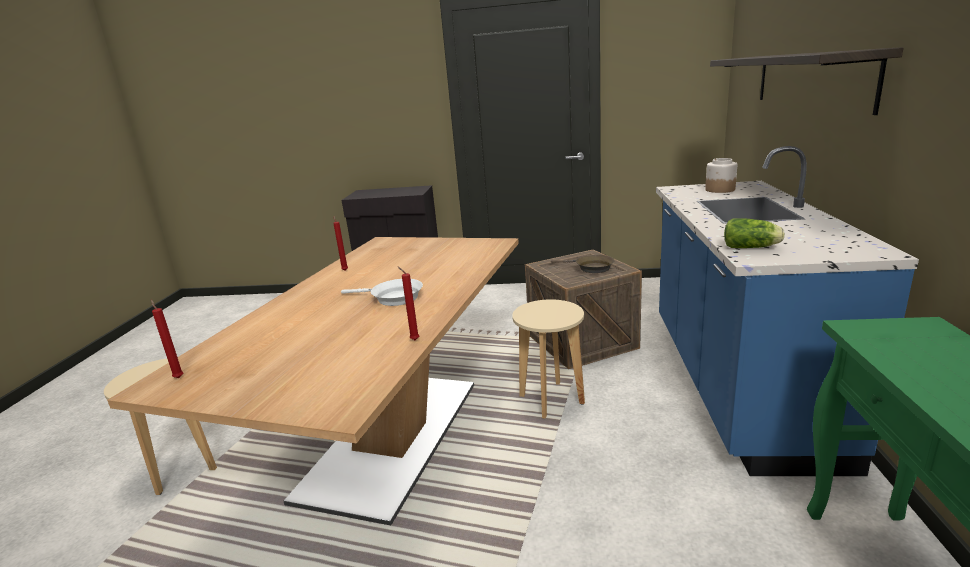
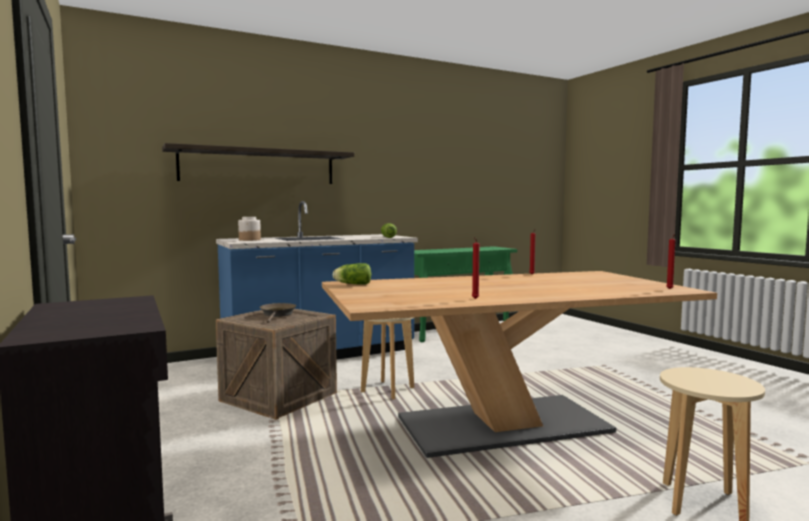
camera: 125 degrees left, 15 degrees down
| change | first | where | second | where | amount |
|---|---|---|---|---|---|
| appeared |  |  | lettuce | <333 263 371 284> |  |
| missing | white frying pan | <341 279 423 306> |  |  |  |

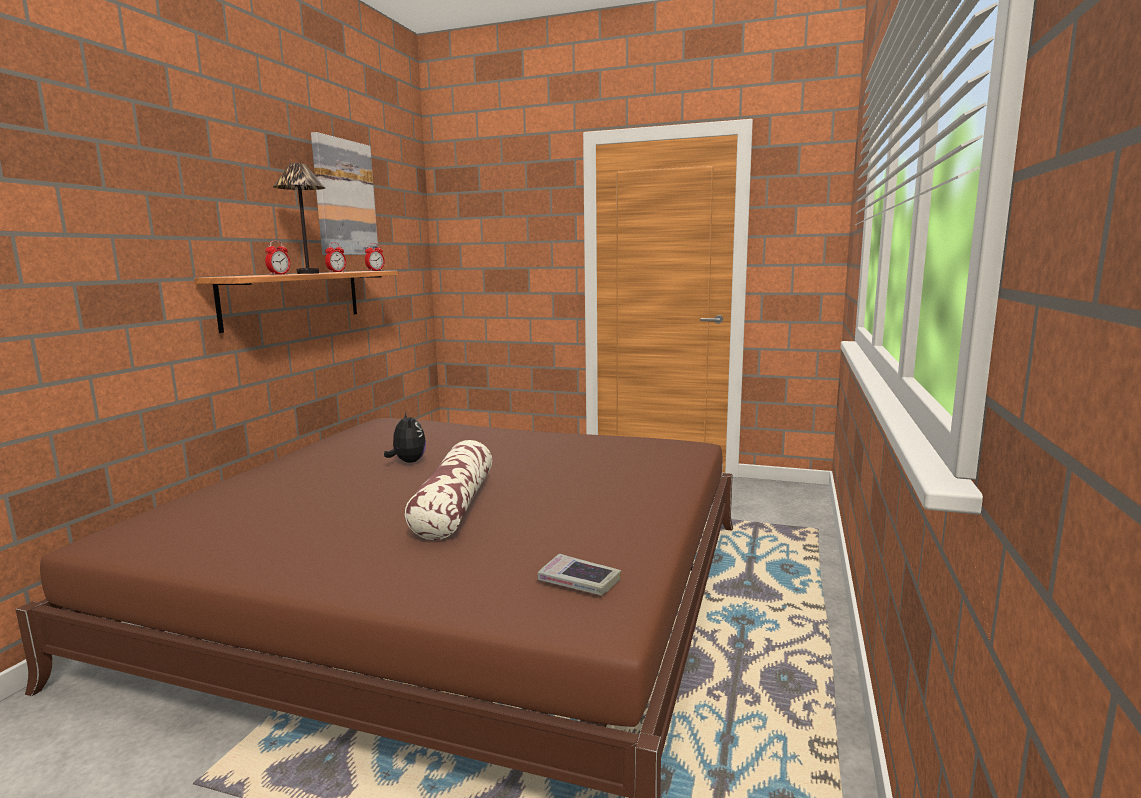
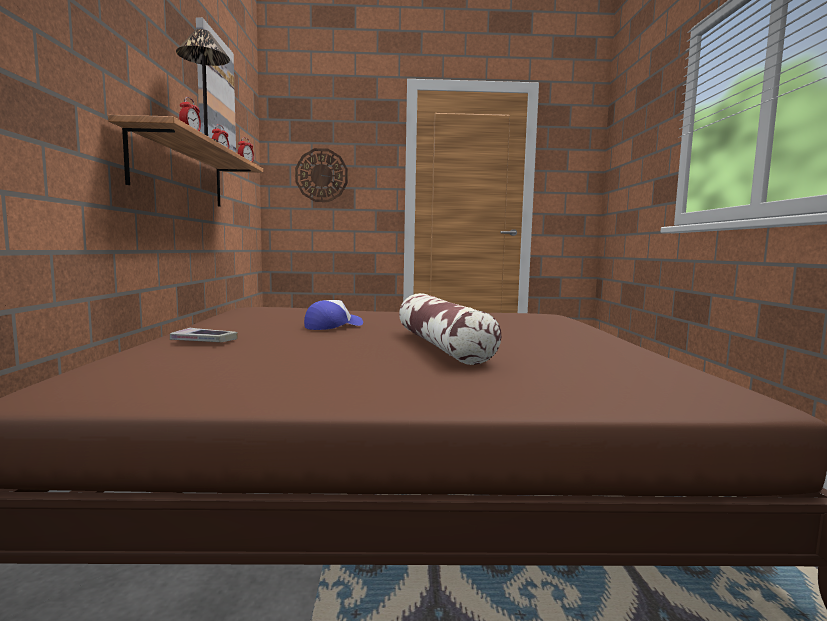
camera: 20 degrees left, 5 degrees down
| change | first | where | second | where | amount |
|---|---|---|---|---|---|
| relocated | book | <538 554 621 596> |  | <170 328 238 342> |  |
| appeared |  |  | wall clock | <295 148 348 202> |  |
| exchanged | plush toy | <384 412 426 463> | cap | <304 300 363 330> |  |

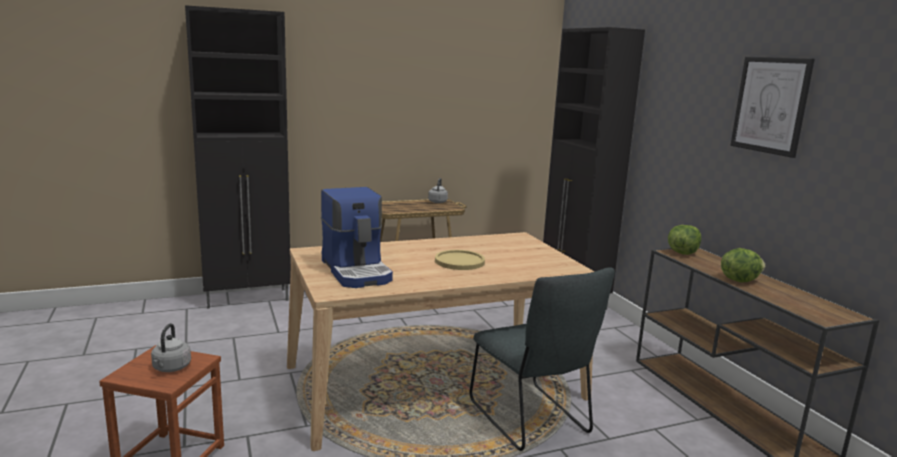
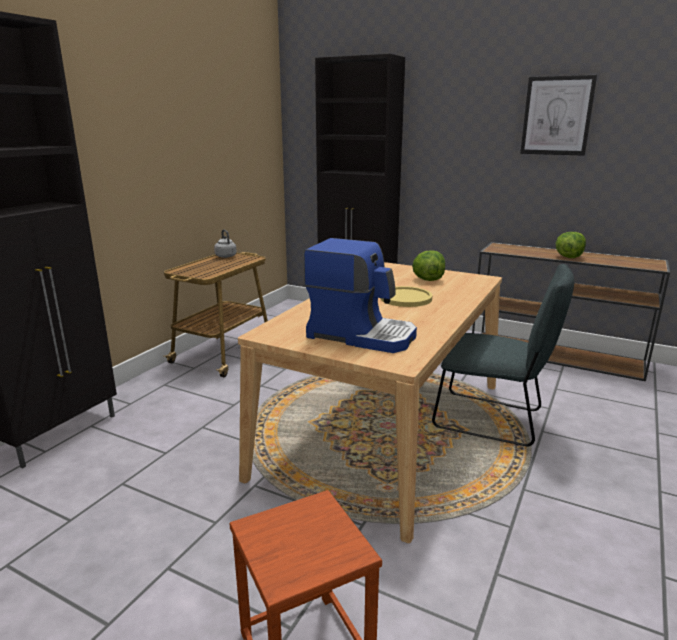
camera: 40 degrees left, 5 degrees up
| change | first | where | second | where | amount |
|---|---|---|---|---|---|
| relocated | lettuce | <668 225 701 255> |  | <412 250 445 281> |  |
| missing | grey kettle | <151 323 191 372> |  |  |  |

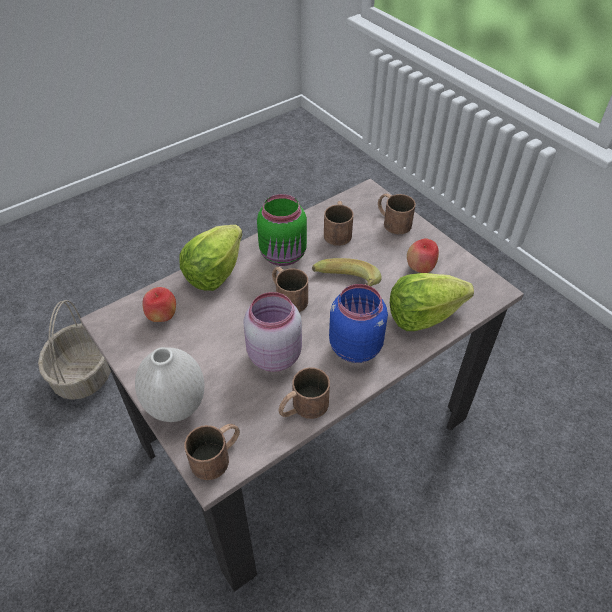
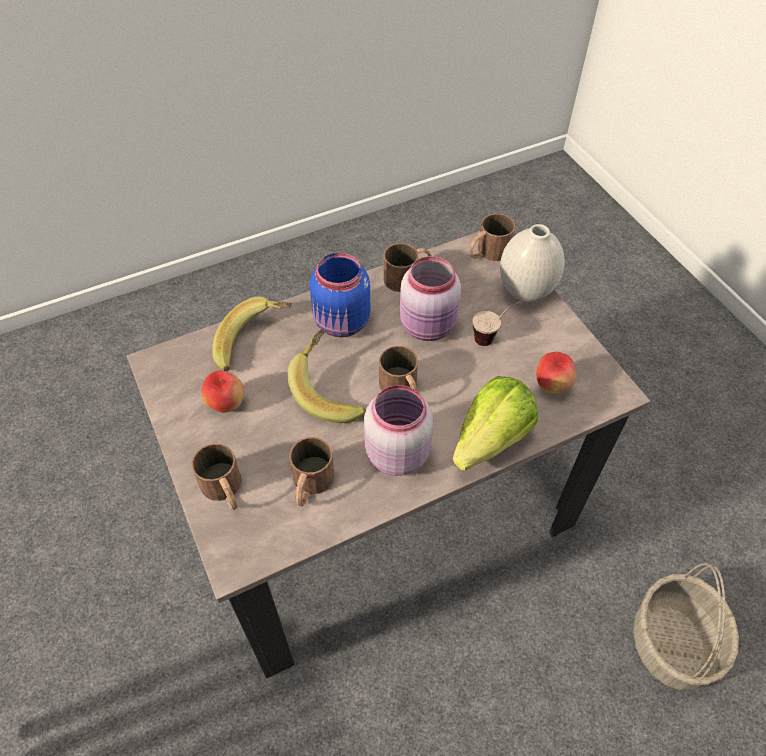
camera: 170 degrees left, 5 degrees up
| change | first | where | second | where | amount |
|---|---|---|---|---|---|
| exchanged | lettuce | <390 273 474 331> | banana | <212 297 292 371> |  |
| colour | green jar | <257 194 307 266> | pink jar | <364 385 433 476> |  |
| appeared |  |  | cup | <473 300 525 346> |  |

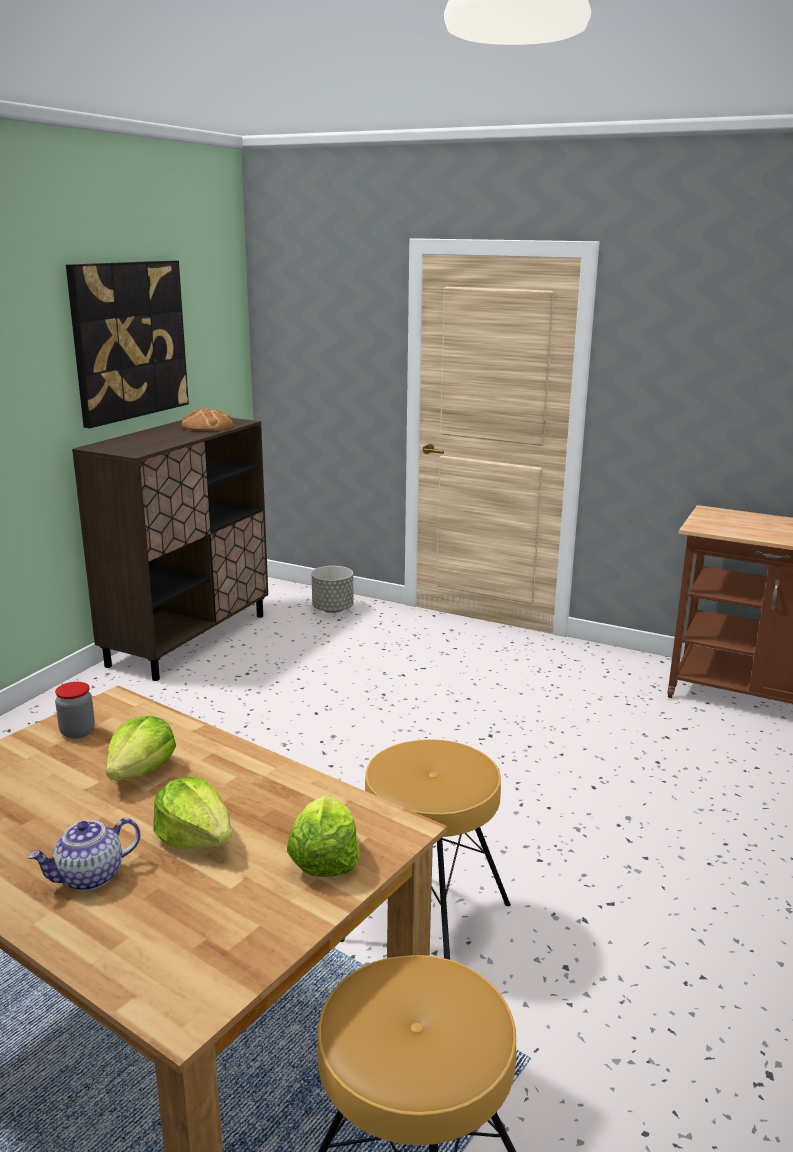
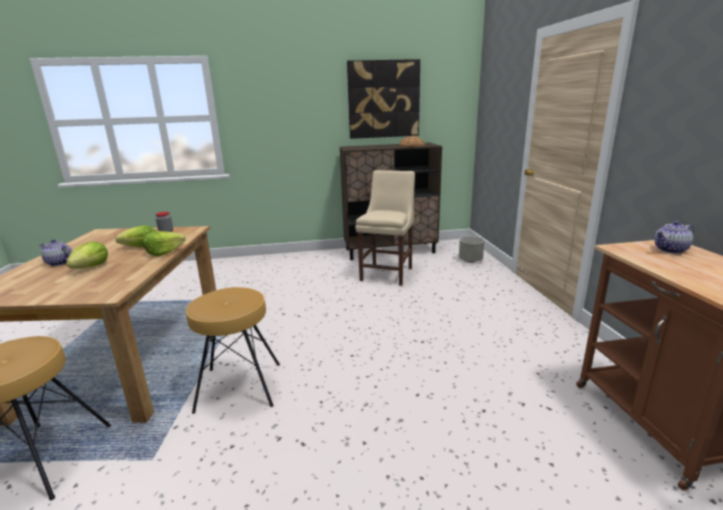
camera: 55 degrees right, 0 degrees up
| change | first | where | second | where | amount |
|---|---|---|---|---|---|
| relocated | lettuce | <287 795 359 877> |  | <143 231 185 256> |  |
| appeared |  |  | beige chair | <355 170 415 286> |  |
| appeared |  |  | teapot | <654 221 694 254> |  |

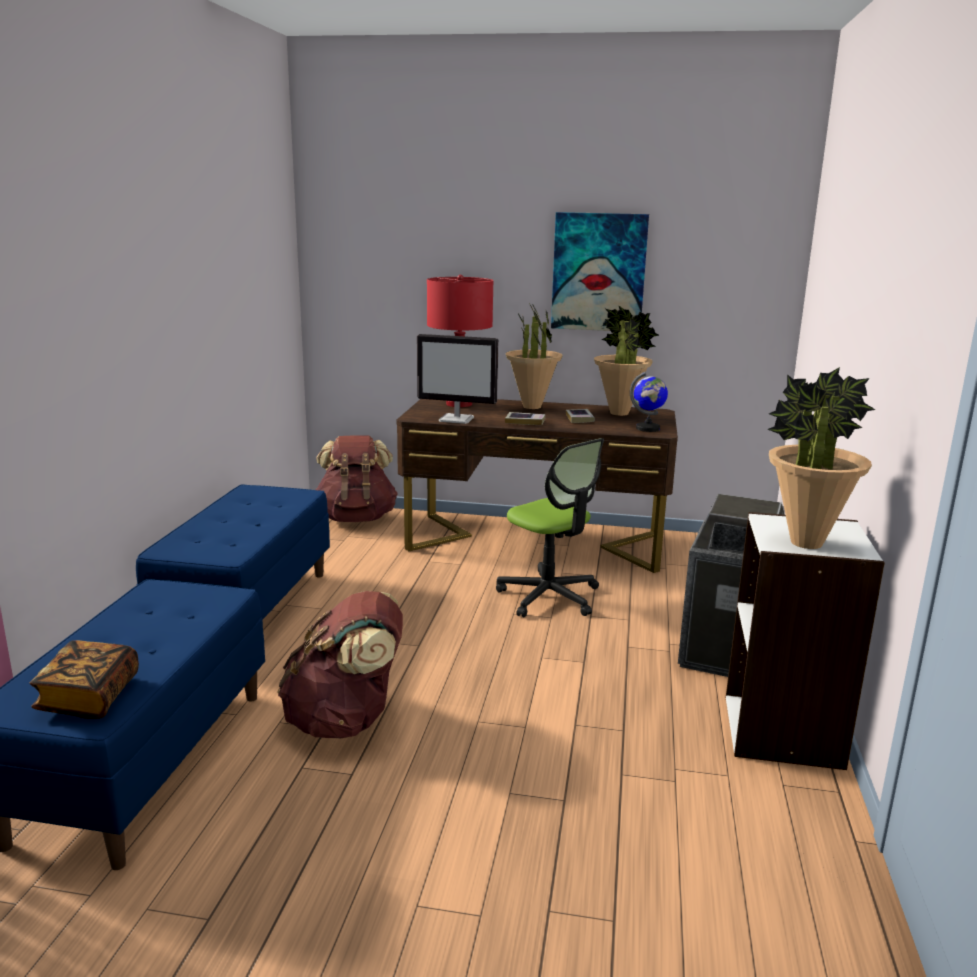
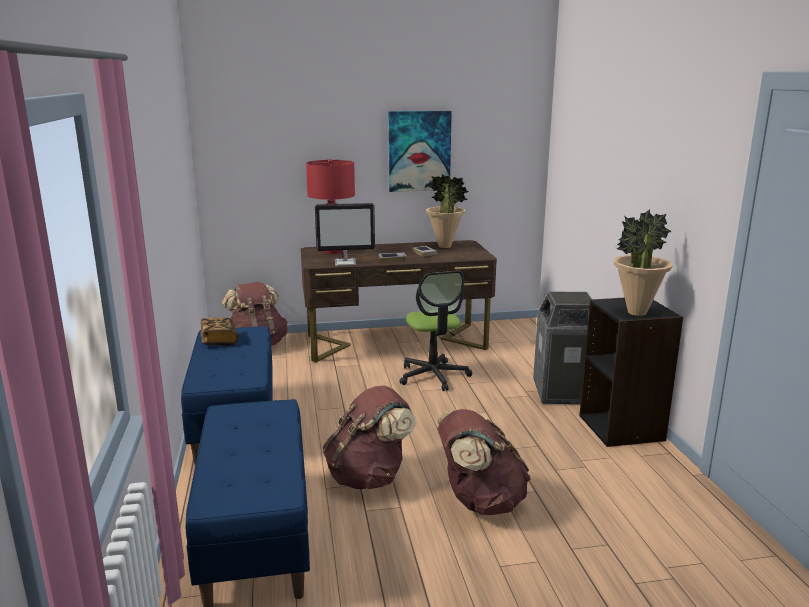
camera: 20 degrees left, 0 degrees up
| change | first | where | second | where | amount |
|---|---|---|---|---|---|
| relocated | book | <30 640 139 719> |  | <201 318 238 346> |  |
| spun | office chair | <496 438 604 617> |  | <399 271 472 391> | 45 degrees clockwise |
| appeared |  |  | brown backpack | <437 409 531 515> |  |
| colour | white bookcase | <726 512 885 770> | black bookcase | <579 298 683 447> |  |
| missing | potted plant | <506 303 563 409> |  |  |  |
| missing | globe | <630 372 668 432> |  |  |  |

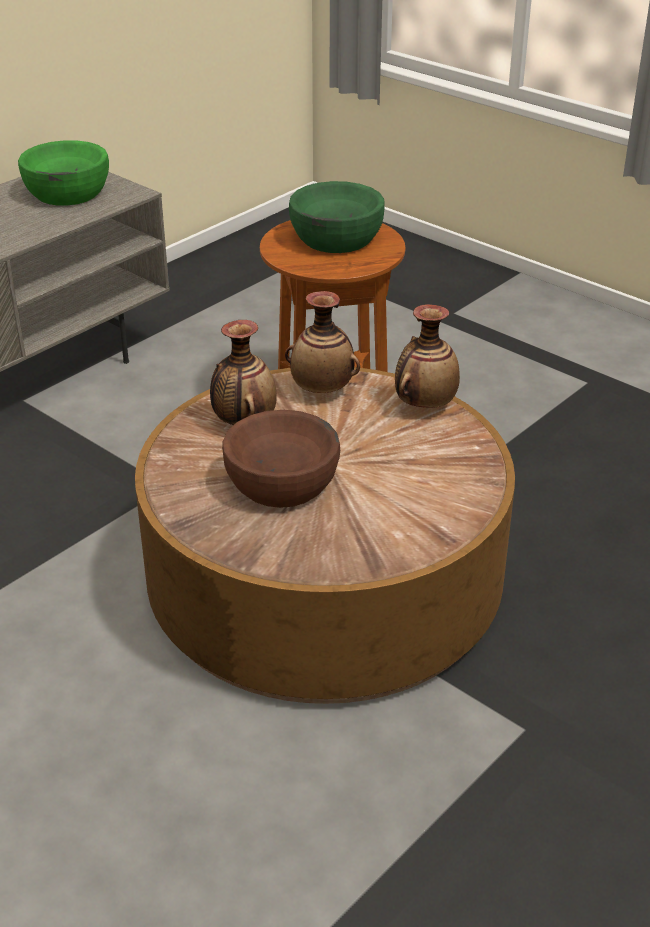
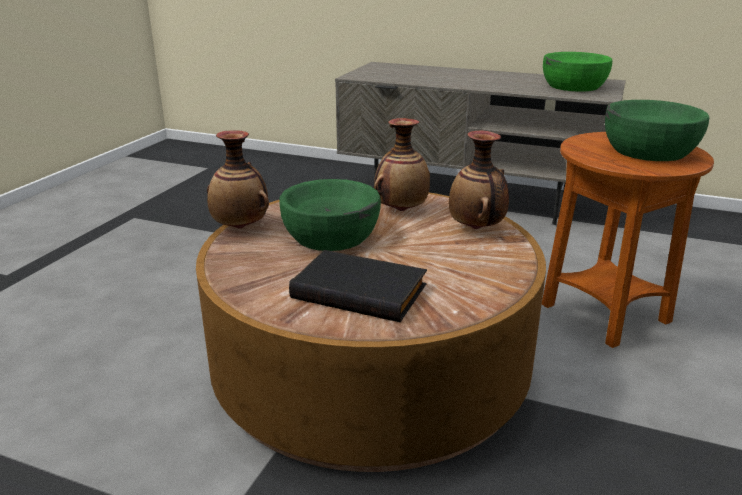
camera: 70 degrees right, 10 degrees down
| change | first | where | second | where | amount |
|---|---|---|---|---|---|
| relocated | vase | <395 304 460 408> |  | <207 131 269 229> |  |
| colour | brown bowl | <222 410 340 508> | green bowl | <280 179 381 251> |  |
| appeared |  |  | black book | <289 250 427 322> |  |

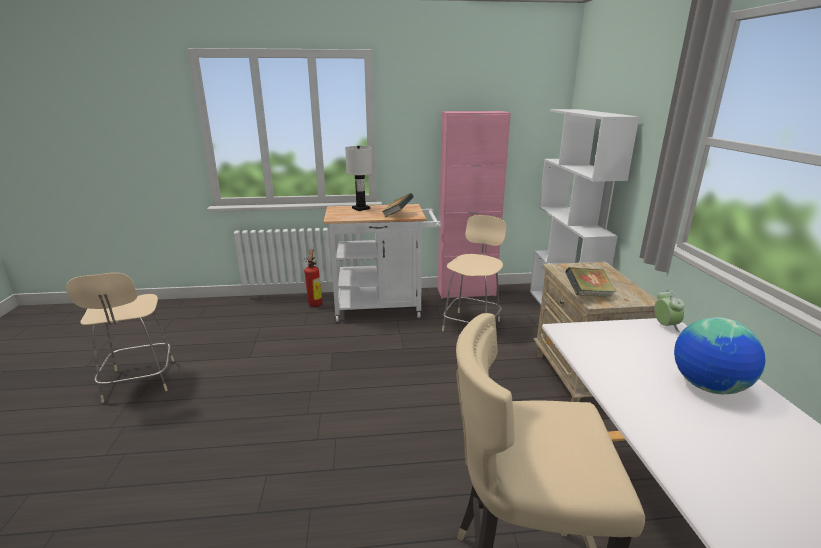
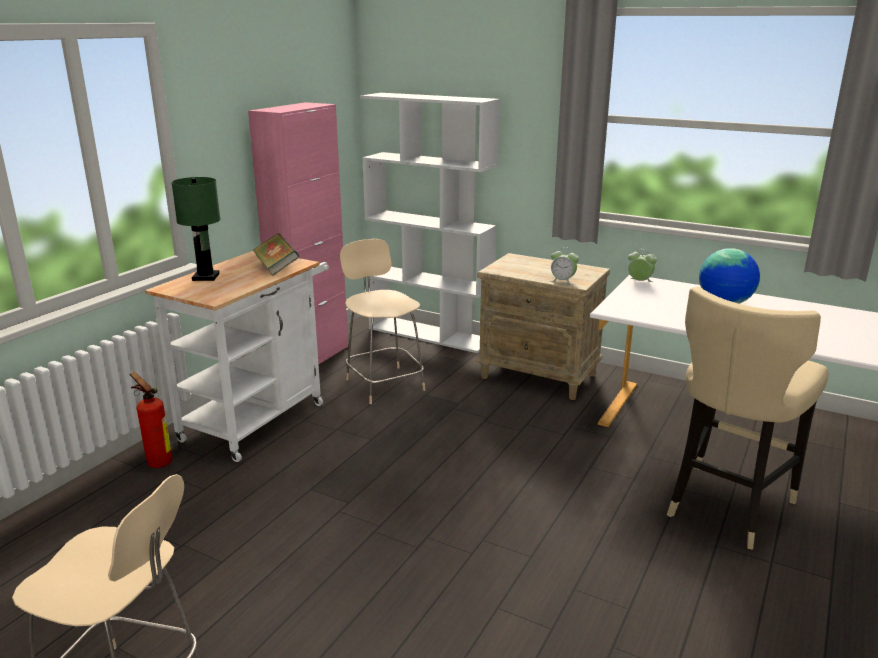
camera: 55 degrees left, 0 degrees up
| change | first | where | second | where | amount |
|---|---|---|---|---|---|
| colour | white table lamp | <345 146 373 211> | green table lamp | <171 177 221 281> |  |
| exchanged | book | <565 267 616 297> | alarm clock | <550 247 579 285> |  |

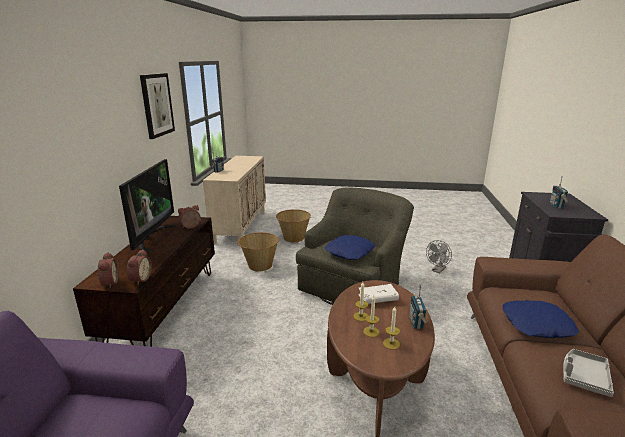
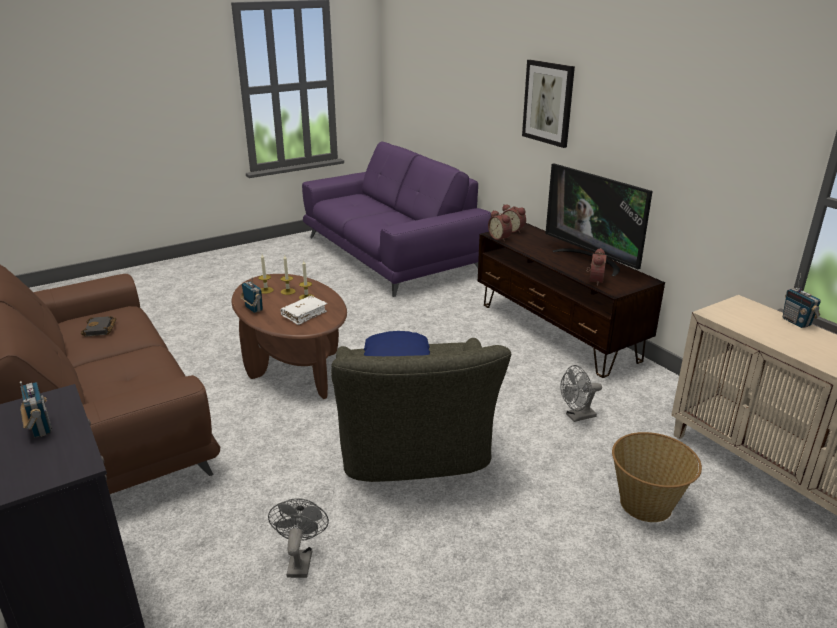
camera: 140 degrees right, 5 degrees up
| change | first | where | second | where | amount |
|---|---|---|---|---|---|
| exchanged | grey tray | <563 349 614 397> | black book | <81 316 116 337> |  |
| relocated | picture | <140 73 175 139> |  | <522 60 575 148> |  |
| exchanged | basket | <238 232 279 272> | grey fan | <560 365 602 422> |  |
| missing | blue pillow | <503 300 579 338> |  |  |  |

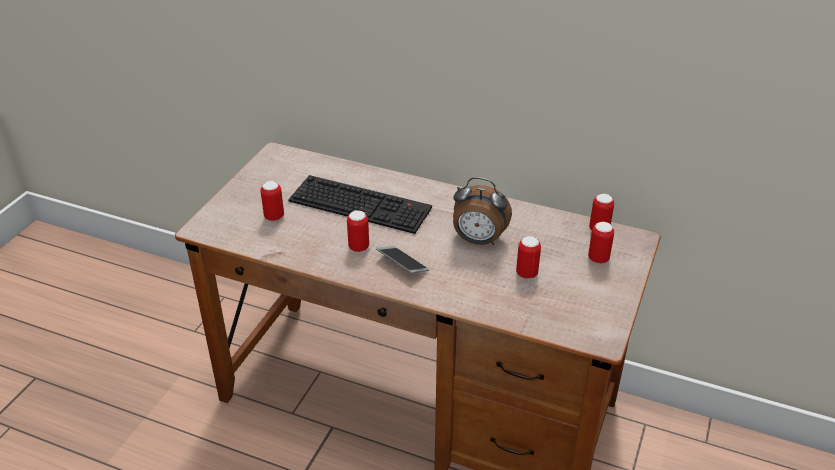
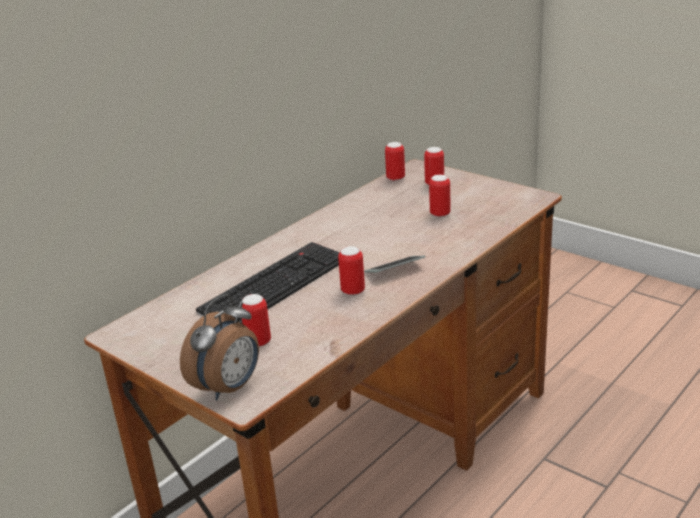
camera: 70 degrees left, 10 degrees down
| change | first | where | second | where | amount |
|---|---|---|---|---|---|
| relocated | alarm clock | <453 177 512 245> |  | <180 294 259 400> |  |

